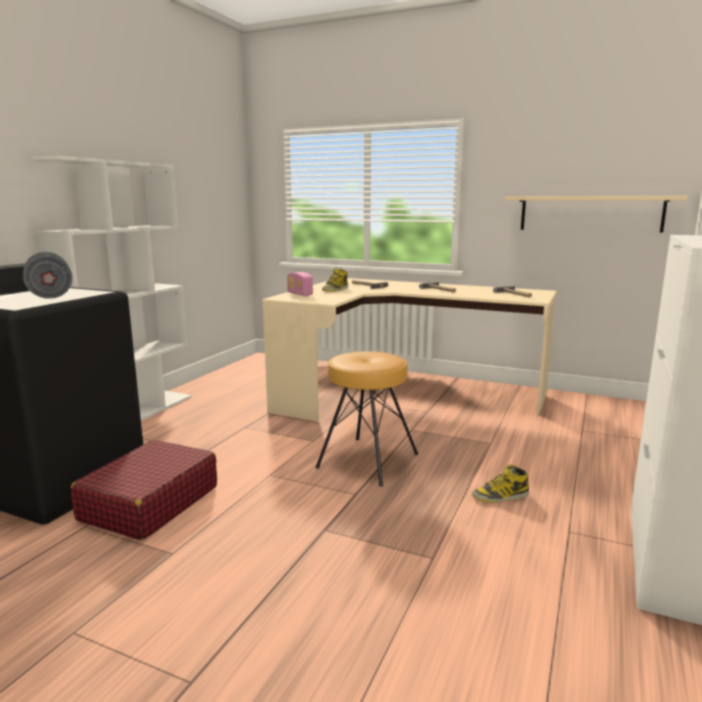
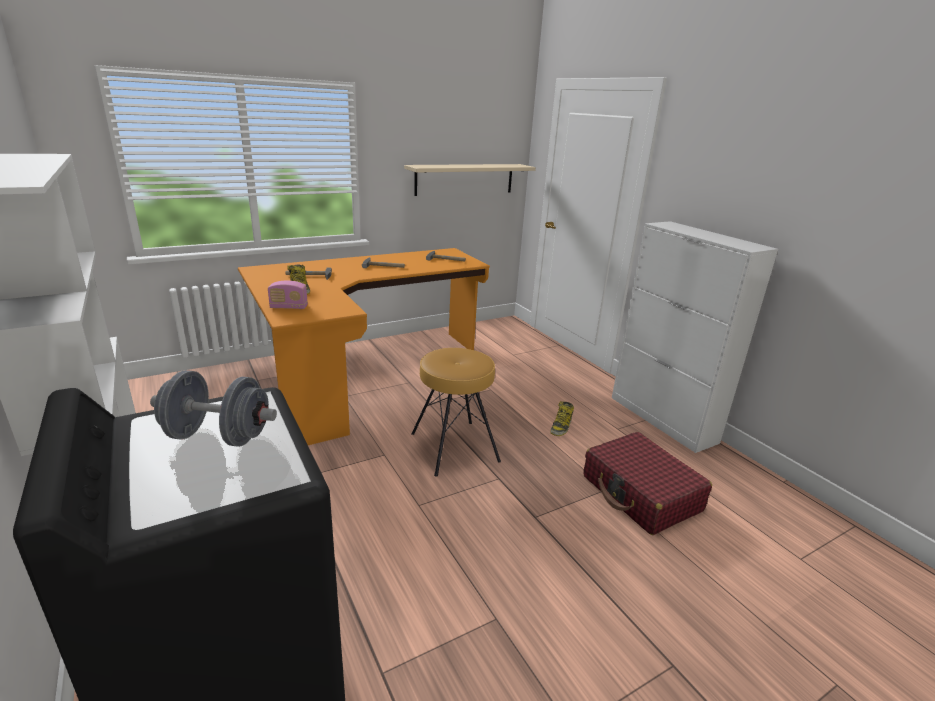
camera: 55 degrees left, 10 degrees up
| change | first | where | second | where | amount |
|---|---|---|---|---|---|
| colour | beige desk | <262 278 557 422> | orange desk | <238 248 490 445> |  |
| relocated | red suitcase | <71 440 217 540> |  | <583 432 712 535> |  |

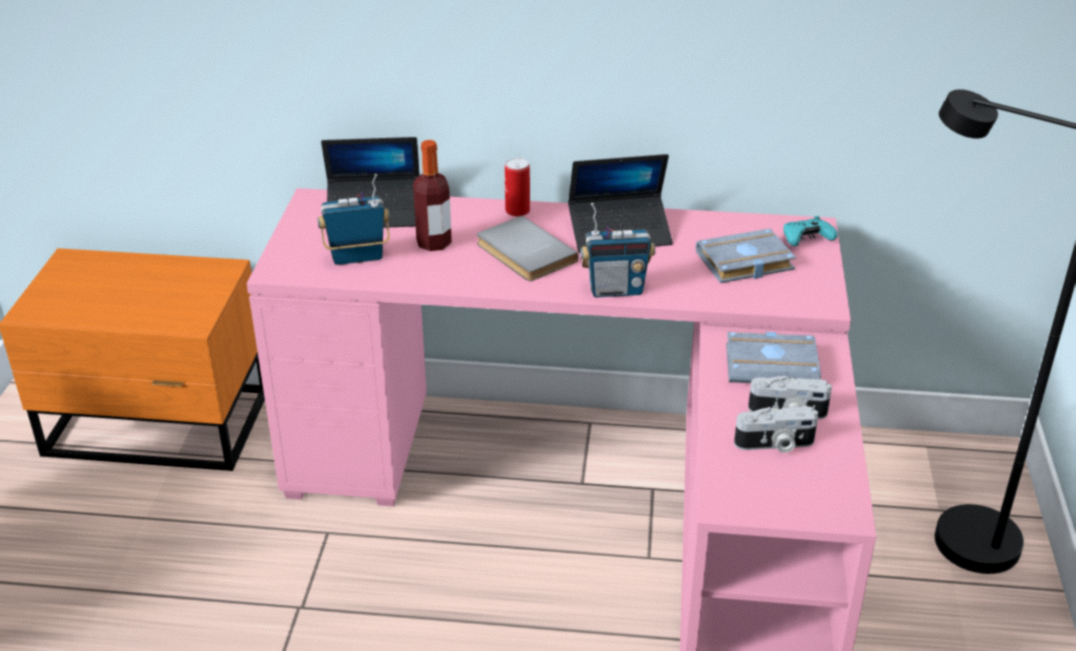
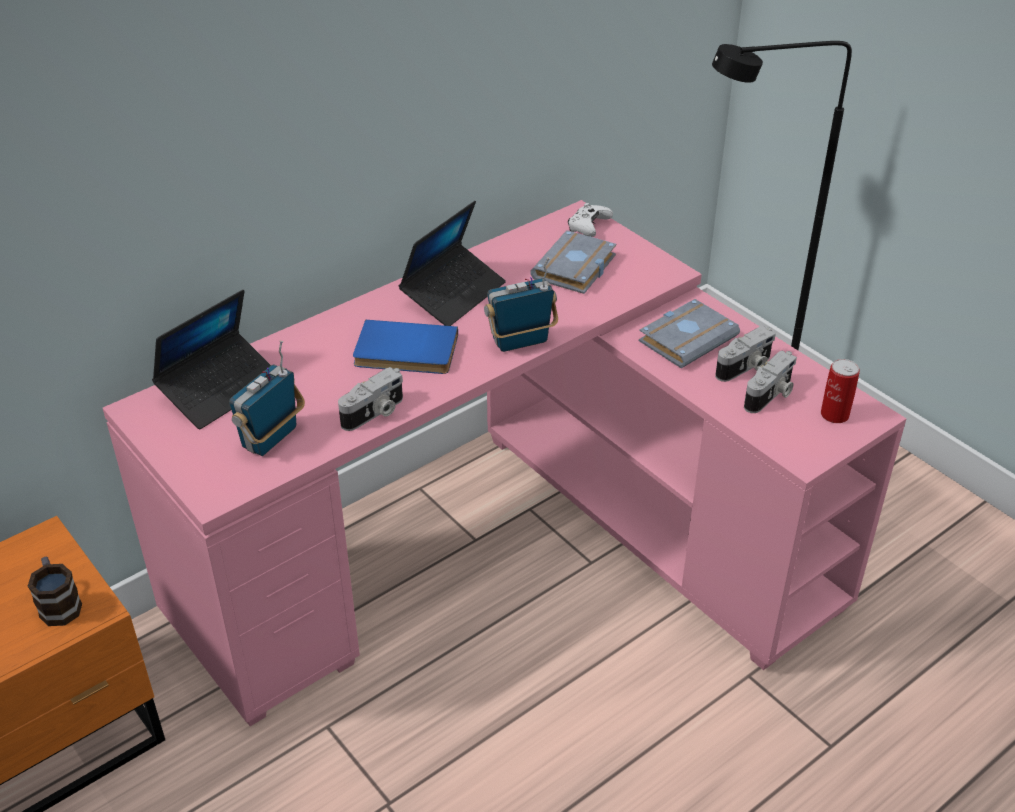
camera: 45 degrees left, 5 degrees up
| change | first | where | second | where | amount |
|---|---|---|---|---|---|
| appeared |  |  | mug | <28 556 82 626> |  |
| appeared |  |  | photo camera | <338 367 403 431> |  |
| colour | grey book | <477 216 578 281> | blue book | <353 320 458 374> |  |
| spun | radio | <580 203 655 297> |  | <484 257 558 352> | 150 degrees counterclockwise |
| colour | turquoise game controller | <784 216 838 246> | white game controller | <568 203 613 237> |  |
| relocated | can | <505 158 530 217> |  | <821 359 860 423> |  |
| missing | bottle | <413 140 452 251> |  |  |  |

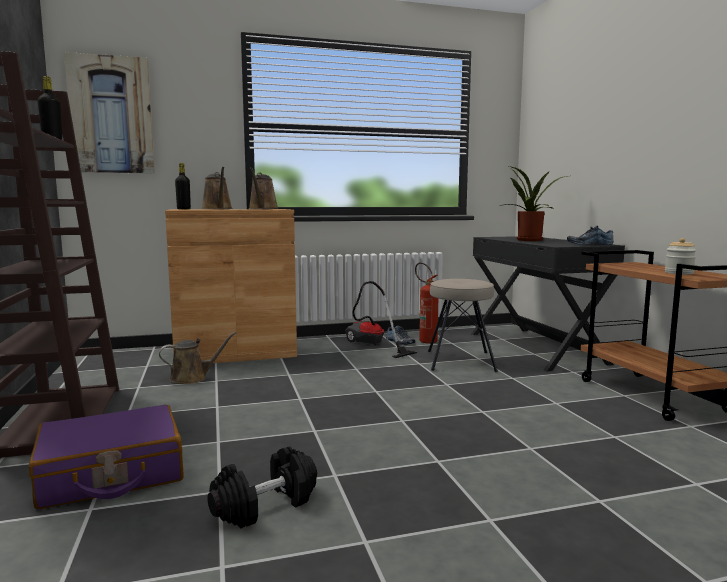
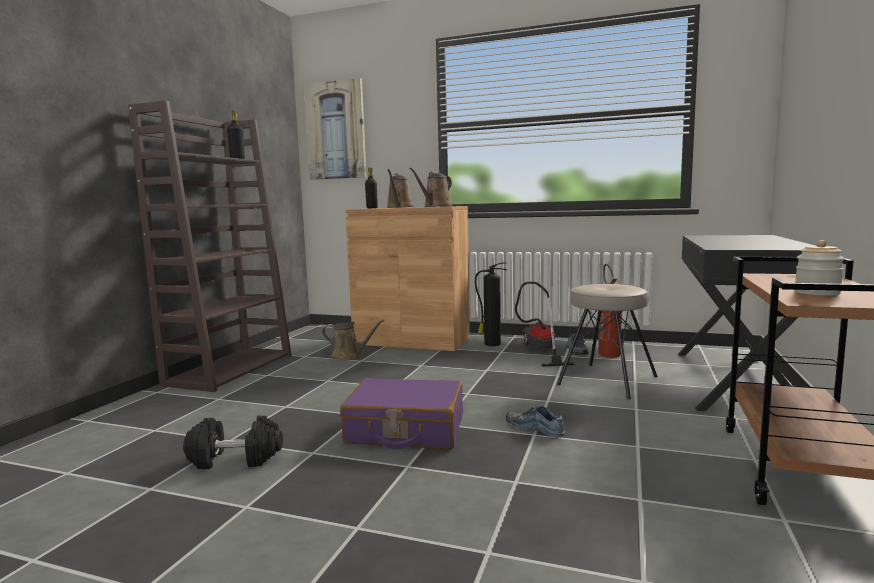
camera: 35 degrees right, 0 degrees up
| change | first | where | second | where | amount |
|---|---|---|---|---|---|
| relocated | purple suitcase | <29 405 184 509> |  | <340 378 463 449> |  |
| appeared |  |  | fire extinguisher | <475 262 507 346> |  |
| relocated | shoe | <567 226 614 245> |  | <506 406 565 438> |  |
| missing | potted plant | <500 166 567 241> |  |  |  |

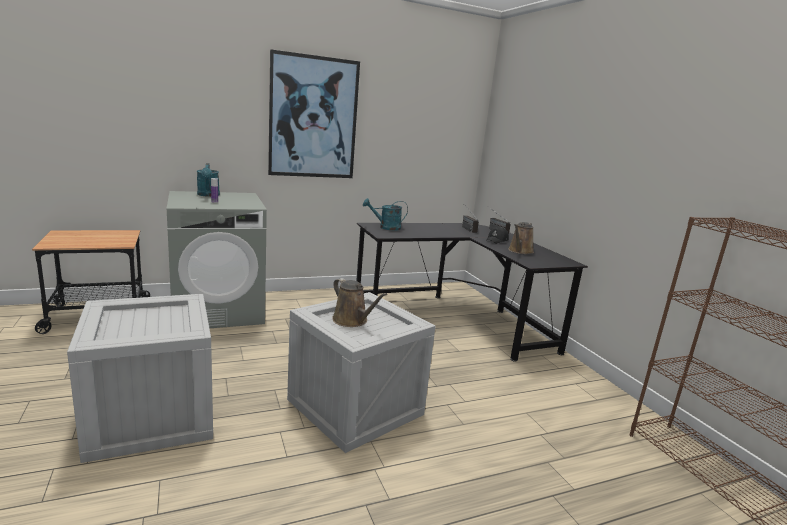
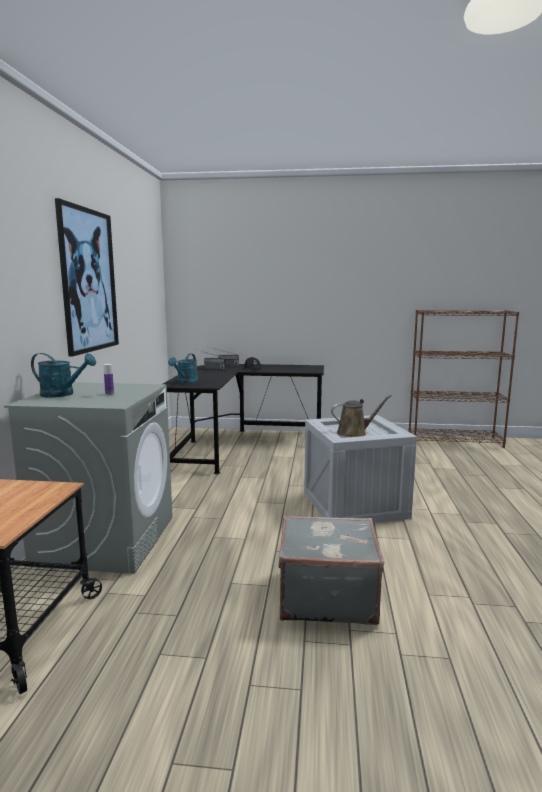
camera: 60 degrees left, 5 degrees down
| change | first | where | second | where | amount |
|---|---|---|---|---|---|
| exchanged | crate | <67 294 213 463> | grey suitcase | <279 515 384 625> |  |
| missing | brown watering can | <508 222 534 254> |  |  |  |

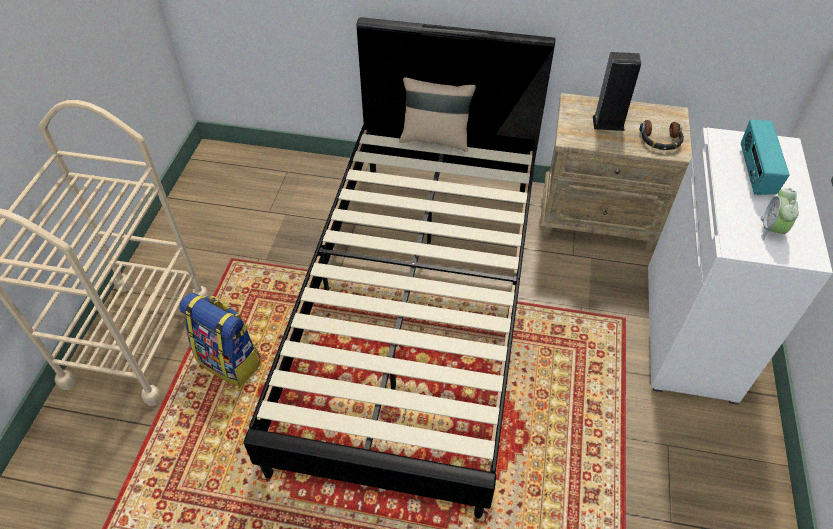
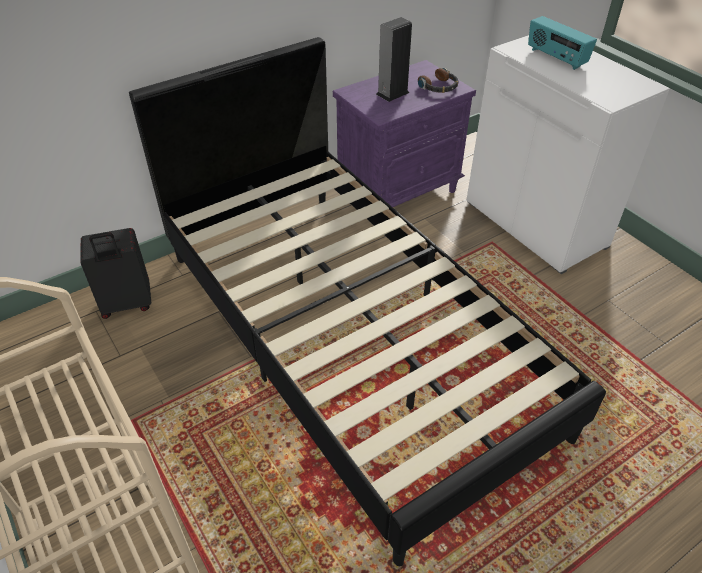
camera: 45 degrees left, 5 degrees down
| change | first | where | second | where | amount |
|---|---|---|---|---|---|
| appeared |  |  | black suitcase | <80 228 151 319> |  |
| colour | beige nightstand | <540 93 692 253> | purple nightstand | <333 60 476 207> |  |
| missing | backpack | <179 293 261 387> |  |  |  |
| missing | beige pillow | <399 77 476 152> |  |  |  |
| missing | alarm clock | <761 188 799 241> |  |  |  |

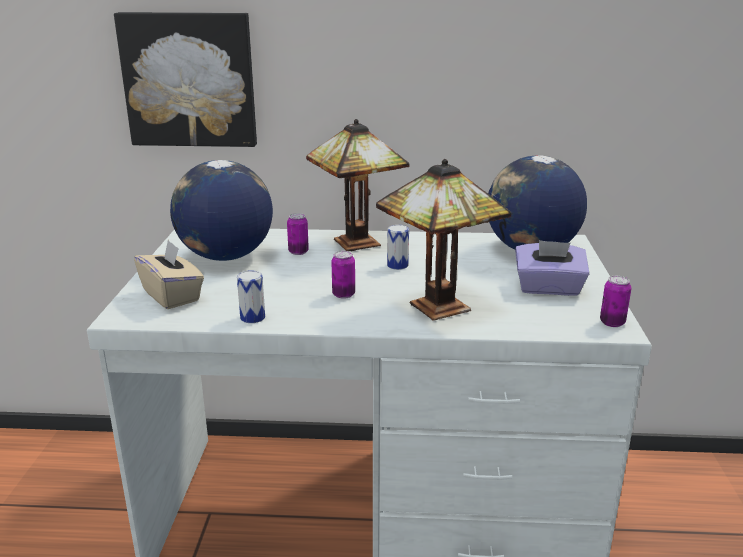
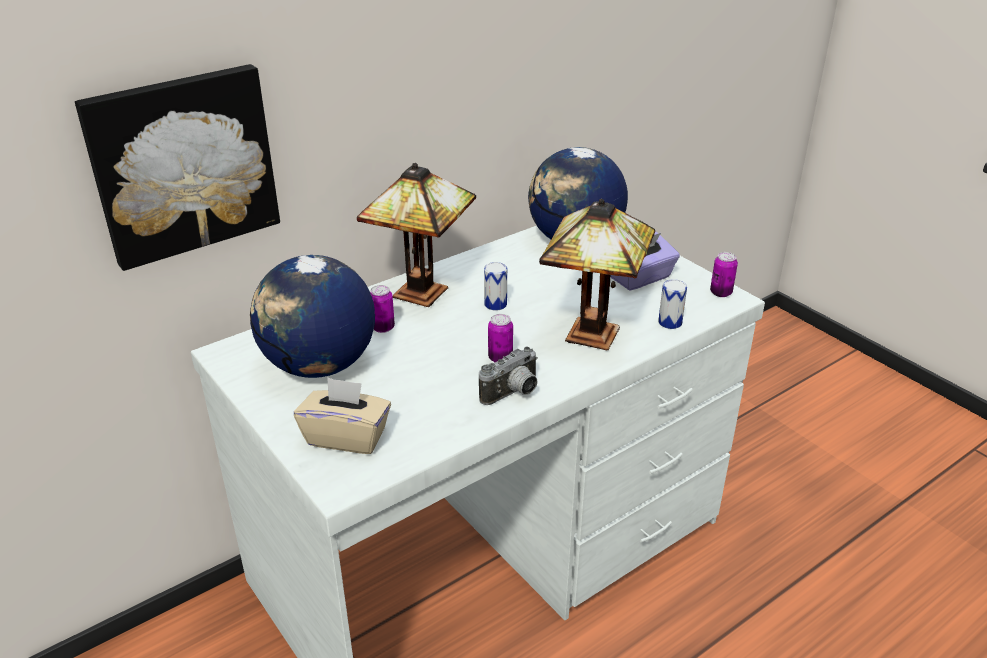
camera: 40 degrees left, 10 degrees up
| change | first | where | second | where | amount |
|---|---|---|---|---|---|
| appeared |  |  | photo camera | <479 346 538 405> |  |
| relocated | can | <237 270 265 323> |  | <658 279 687 329> |  |

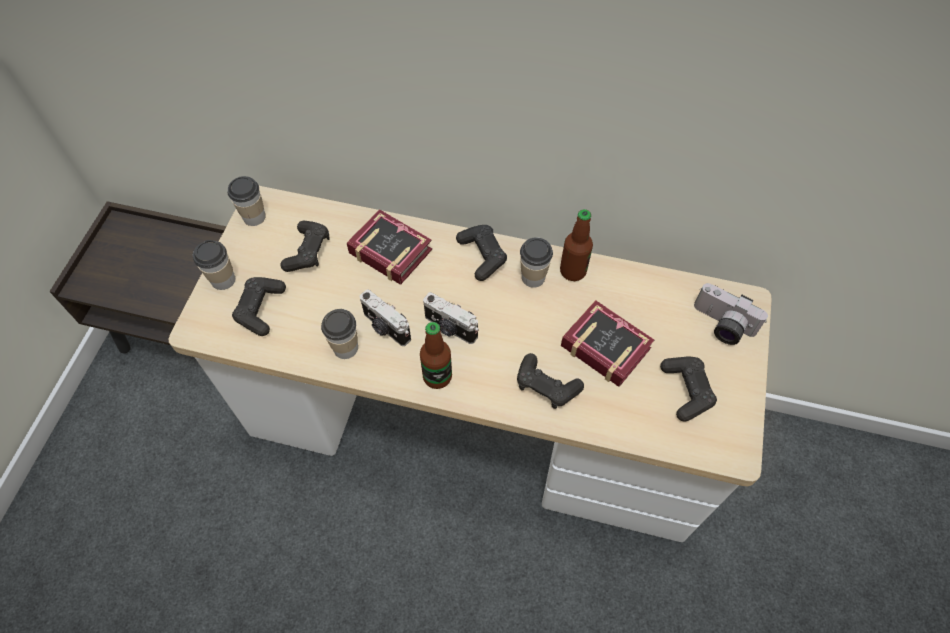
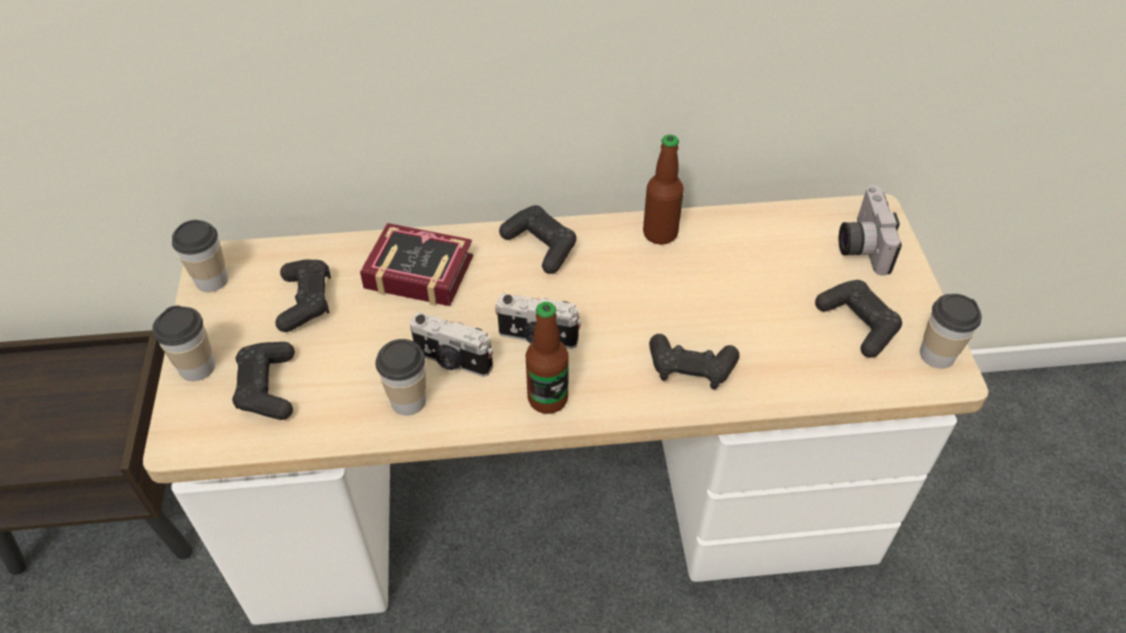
camera: 20 degrees left, 10 degrees down
| change | first | where | second | where | amount |
|---|---|---|---|---|---|
| spun | photo camera | <694 283 768 345> |  | <839 185 902 276> | 75 degrees clockwise |
| relocated | cup | <520 237 553 288> |  | <920 294 982 369> |  |
| missing | book | <561 300 654 387> |  |  |  |

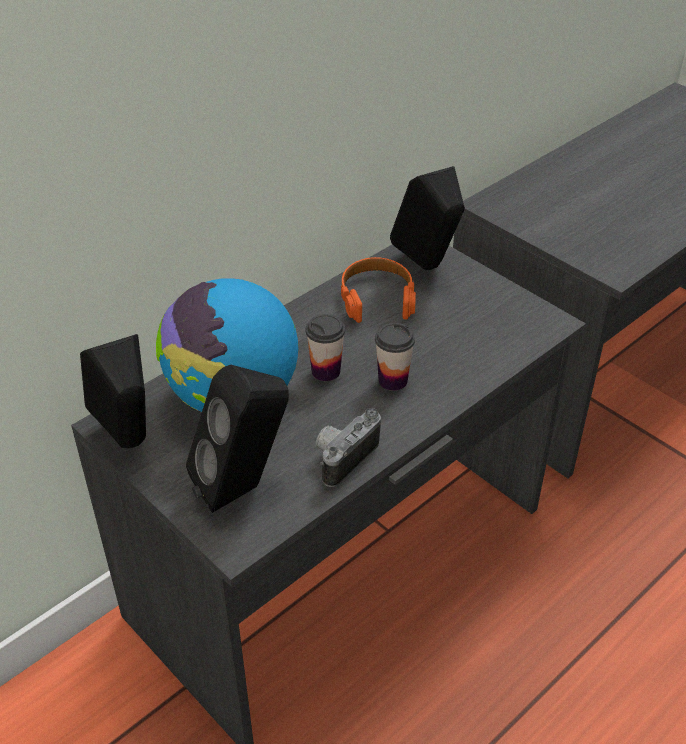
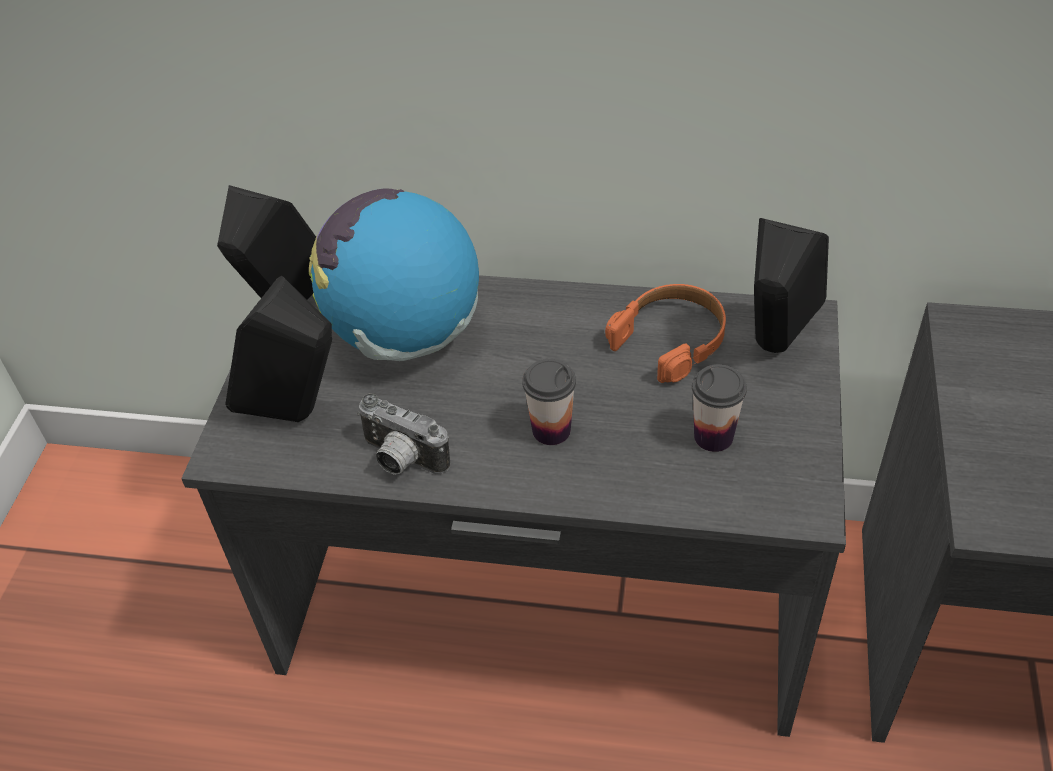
camera: 55 degrees right, 5 degrees up
| change | first | where | second | where | amount |
|---|---|---|---|---|---|
| spun | photo camera | <316 408 381 487> |  | <357 393 450 475> | 150 degrees counterclockwise |
| relocated | cup | <306 314 345 381> |  | <692 364 747 452> |  |

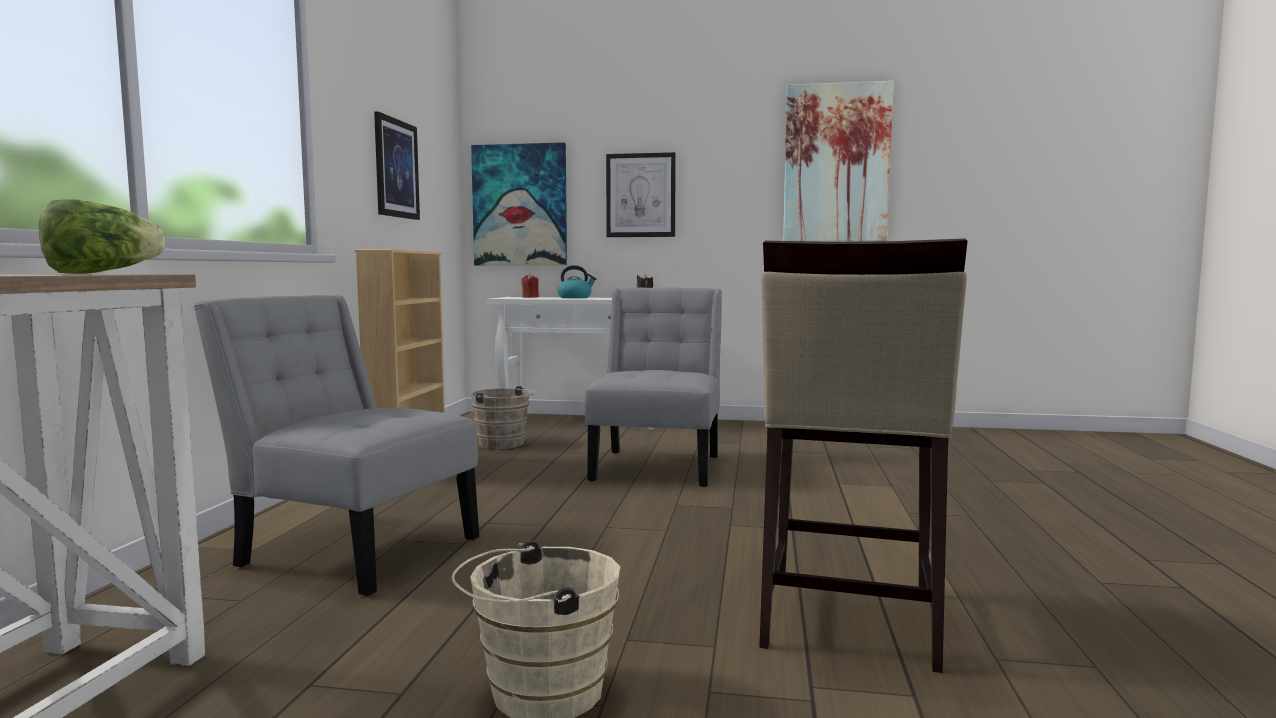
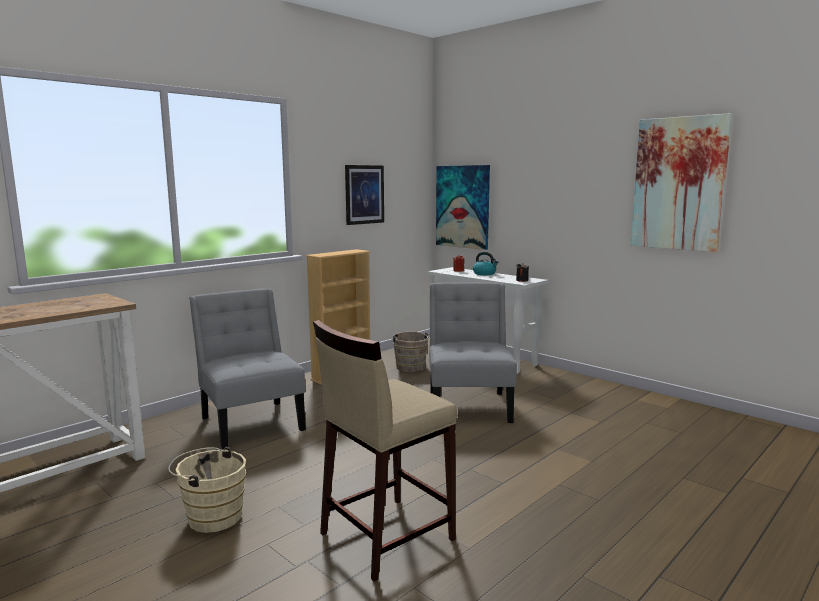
camera: 35 degrees right, 5 degrees up
| change | first | where | second | where | amount |
|---|---|---|---|---|---|
| spun | grey chair | <585 287 722 487> |  | <429 283 517 423> | 45 degrees counterclockwise |
| missing | lettuce | <39 199 165 274> |  |  |  |
| missing | picture | <606 152 676 237> |  |  |  |

